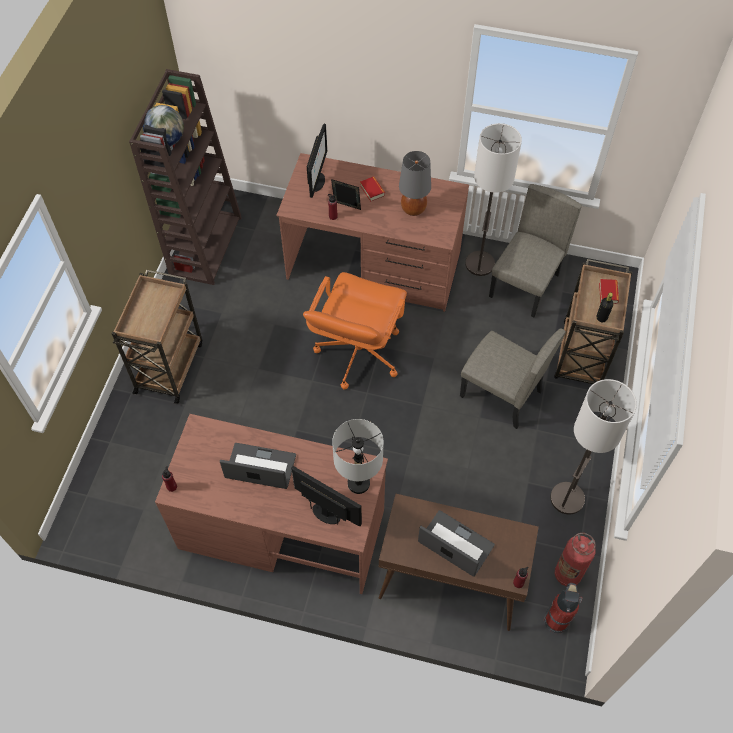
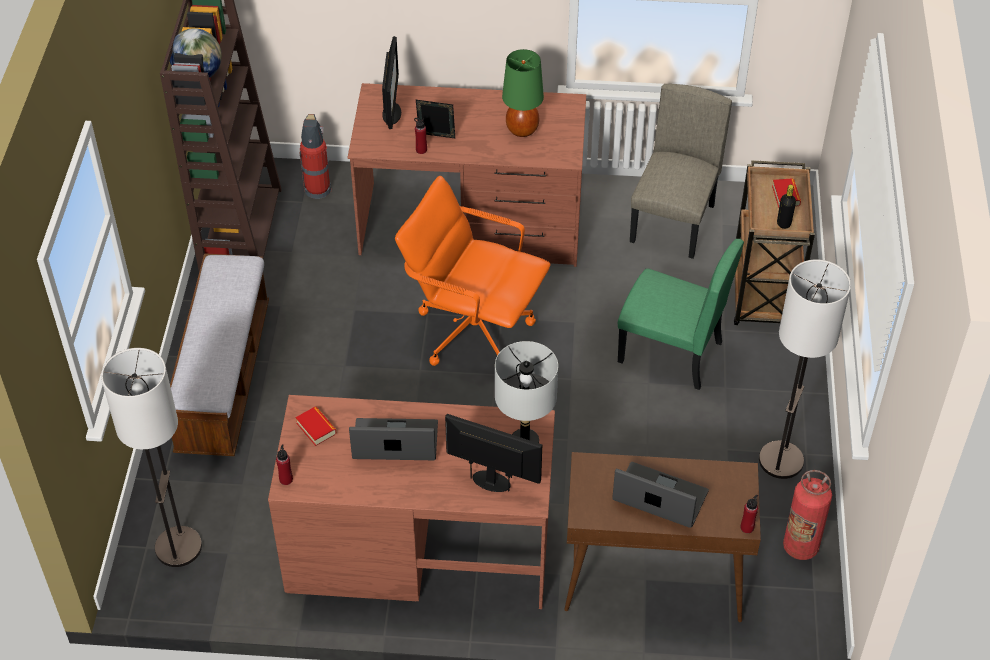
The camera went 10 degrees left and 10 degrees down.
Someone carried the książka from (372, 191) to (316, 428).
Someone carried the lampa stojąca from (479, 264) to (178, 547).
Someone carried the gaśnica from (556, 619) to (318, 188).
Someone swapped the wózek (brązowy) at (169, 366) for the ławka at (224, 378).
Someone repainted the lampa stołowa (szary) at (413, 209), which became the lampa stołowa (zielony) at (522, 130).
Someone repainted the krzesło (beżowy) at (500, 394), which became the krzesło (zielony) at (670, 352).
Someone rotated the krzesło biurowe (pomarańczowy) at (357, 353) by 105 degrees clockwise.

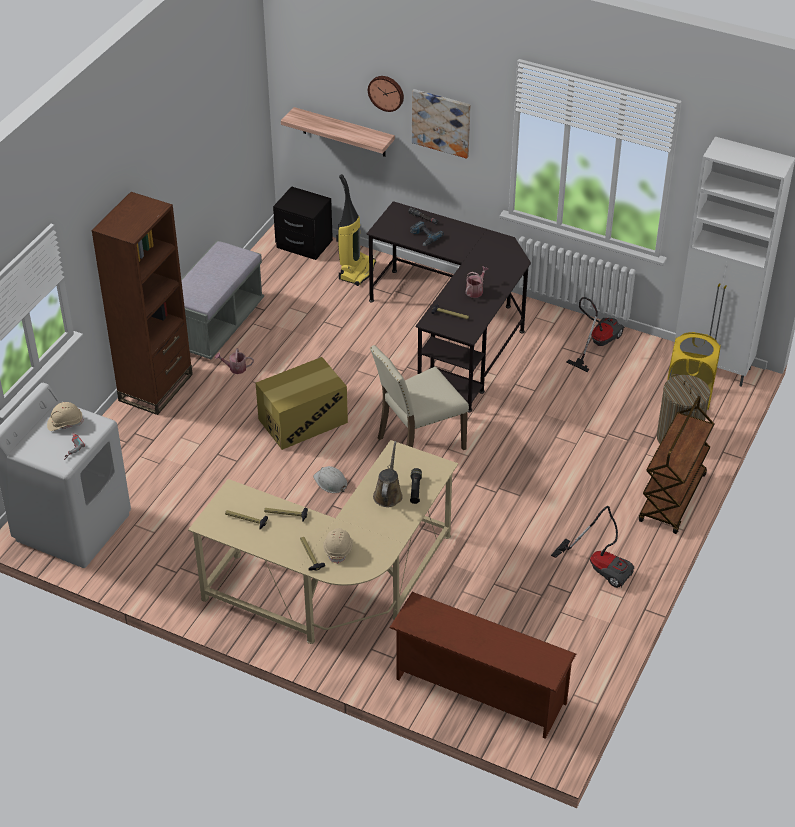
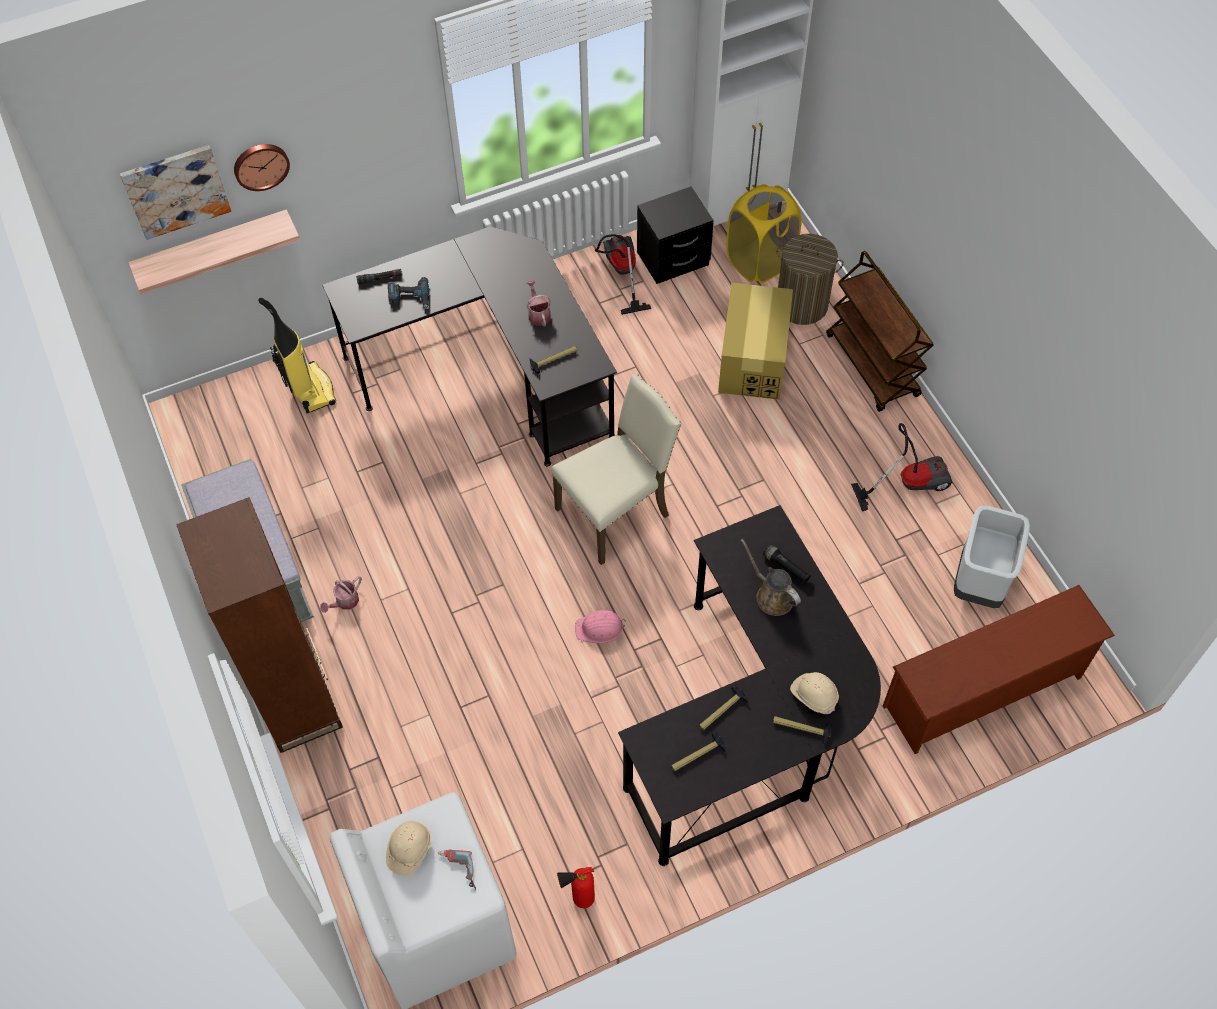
The camera went 50 degrees left and 15 degrees up.
Someone put down the gaśnica at (578, 900).
Someone put down the kosz na śmieci (szary) at (980, 583).
Someone carried the karton from (303, 421) to (753, 359).
Someone carried the szafka nocna (czarny) from (303, 245) to (673, 260).
Someone carried the obraz from (441, 122) to (176, 190).
Someone repainted the biurko (beżowy) at (337, 588), which became the biurko (czarny) at (752, 724).
Someone repainted the kask (biały) at (330, 482), which became the kask (różowy) at (599, 628).
Someone rotated the krzesło (beżowy) at (418, 442) by 135 degrees counterclockwise.

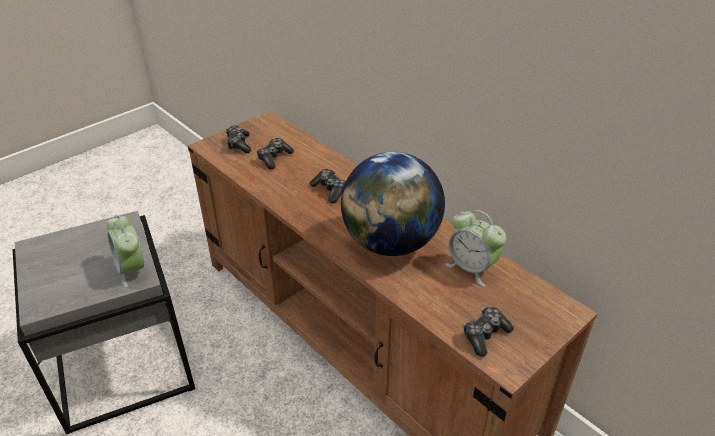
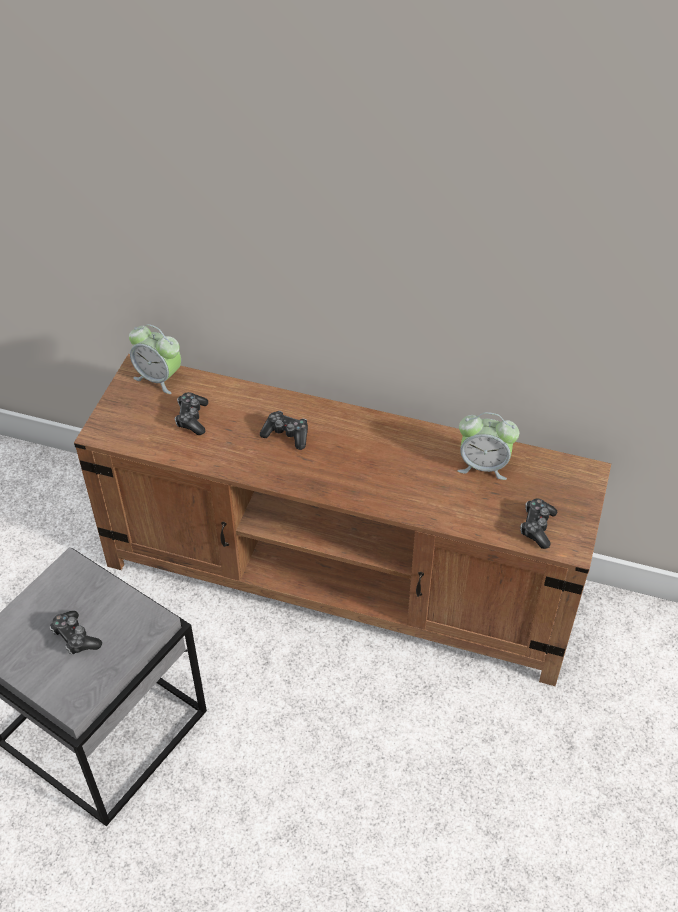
The camera went 30 degrees left and 10 degrees up.
Someone took away the globus at (390, 243).
Someone carried the budzik from (132, 270) to (159, 378).
Someone carried the pad do gier from (239, 144) to (75, 637).

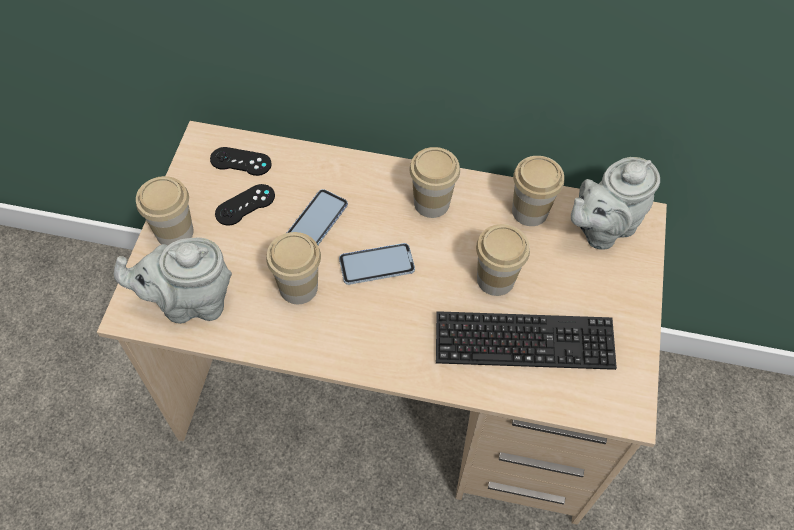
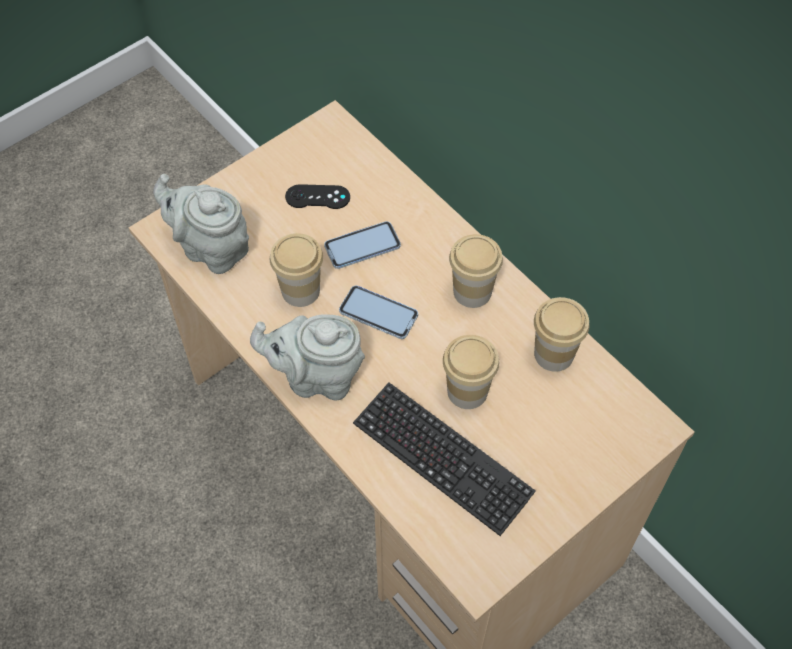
The camera went 40 degrees right and 0 degrees up.
Someone took away the filiżanka at (174, 232).
Someone took away the pad do gier (czarny) at (240, 161).
Someone carried the imbryk (szary) from (602, 228) to (317, 377).

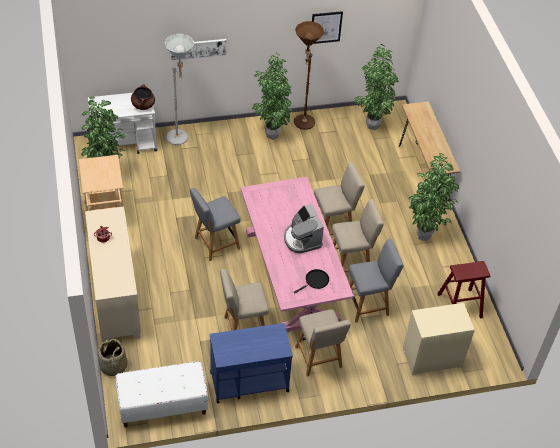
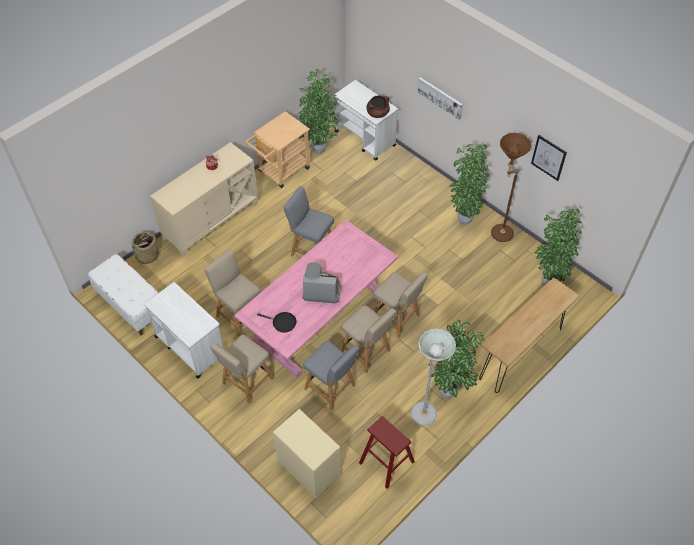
The camera went 60 degrees right and 5 degrees up.
Someone carried the lampa stojąca (szary) from (181, 139) to (424, 419).
Someone repainted the wózek (niebieski) at (248, 381), which became the wózek (biały) at (190, 346).
Someone rotated the ekspres do kawy at (302, 239) by 60 degrees clockwise.

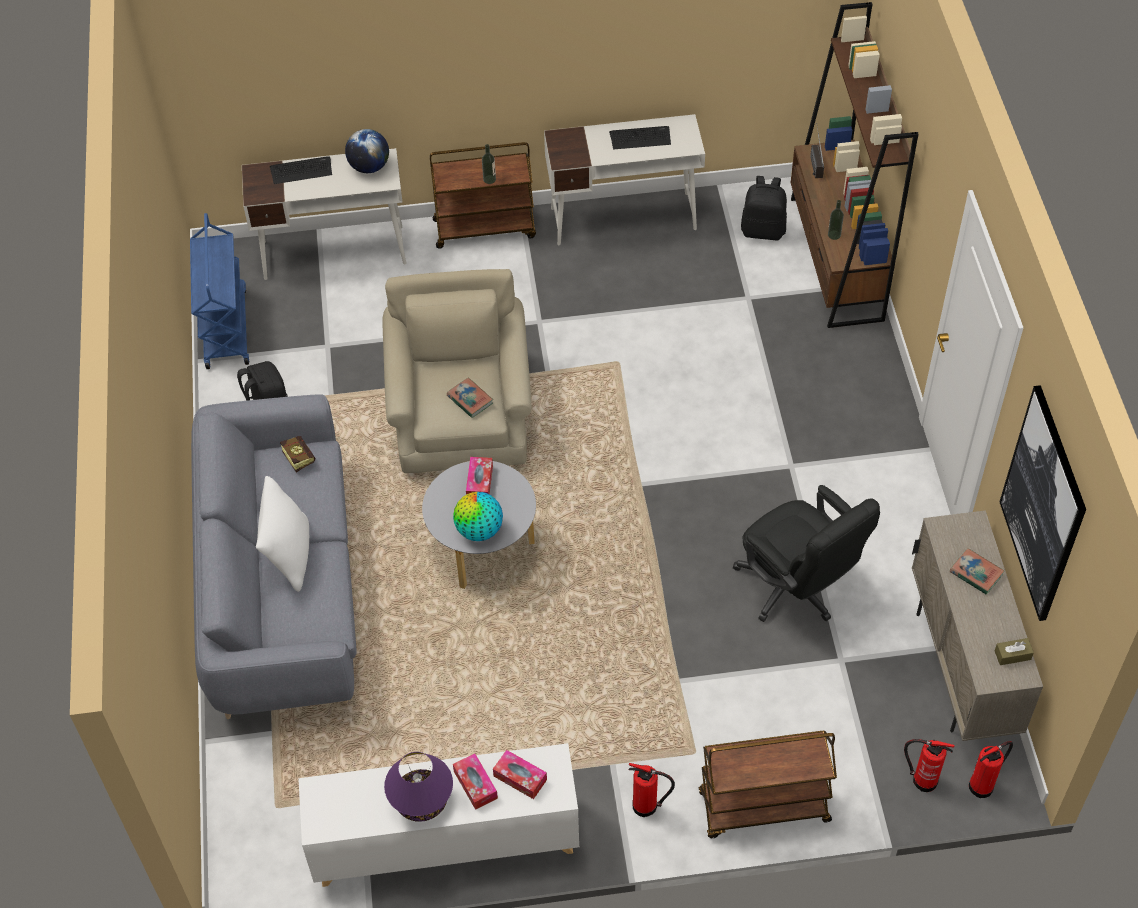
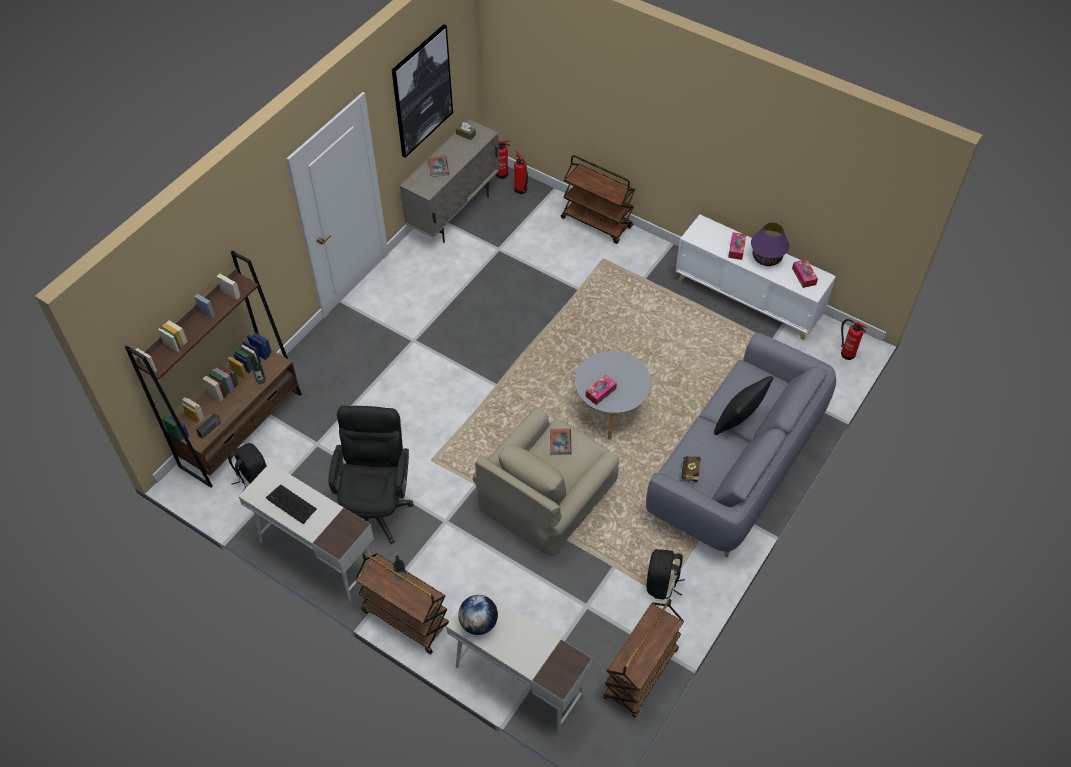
The camera went 140 degrees left and 0 degrees up.
Someone took away the klawiatura at (301, 170).
Someone took away the globus at (479, 530).
Someone carried the pudełko chusteczek from (520, 778) to (804, 276).
Someone carried the gaśnica from (647, 806) to (847, 353).
Someone carried the krzesło biurowe (czarny) from (796, 590) to (376, 505).
Someone repainted the wózek (niebieski) at (225, 327), which became the wózek (brązowy) at (641, 674).
Someone repainted the poduszka (biały) at (289, 556), which became the poduszka (czarny) at (738, 421).

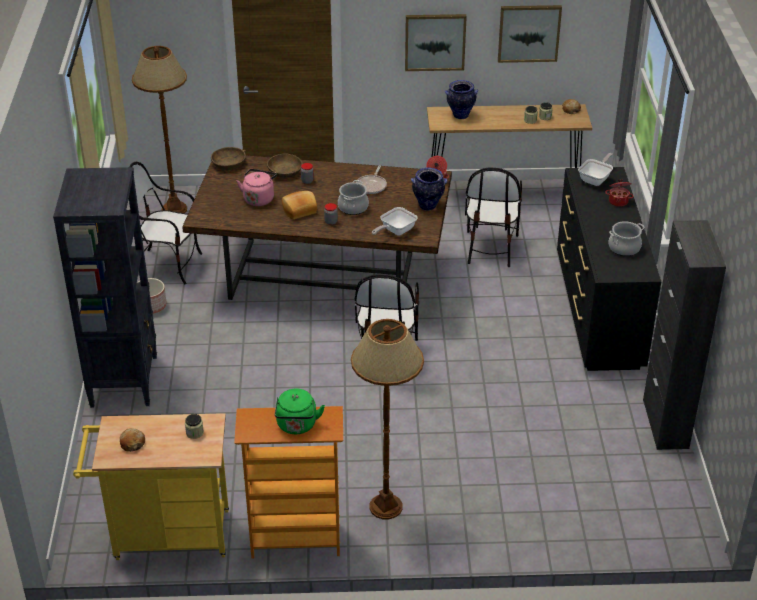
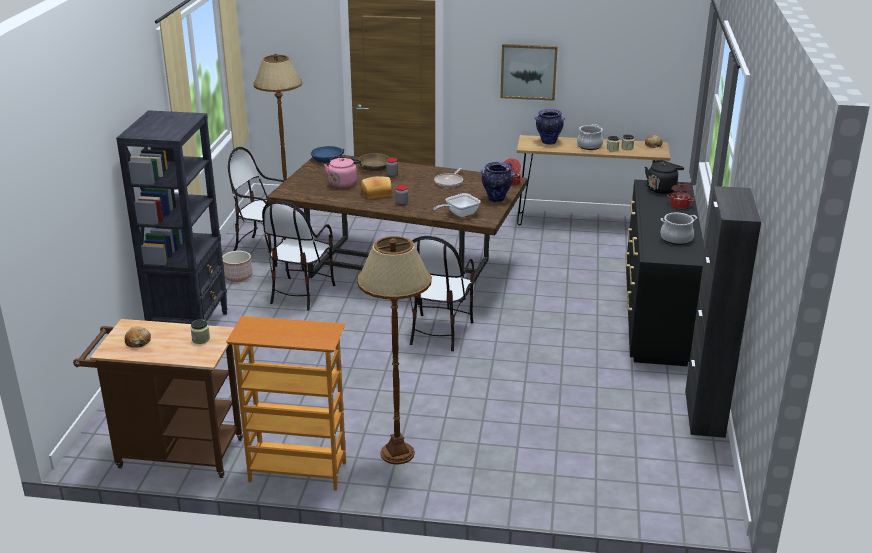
The camera went 10 degrees right and 10 degrees down.
Someone took away the czajnik (zielony) at (297, 426).
Someone took away the obraz at (529, 33).
Someone carried the garnek from (353, 207) to (589, 146).
Someone carried the krzesło from (490, 248) to (301, 293).
Someone swapped the patelnia at (596, 179) for the czajnik (czarny) at (662, 189).
Someone repainted the wózek (żółty) at (164, 536), which became the wózek (brązowy) at (172, 453).
Someone repainted the miska (brązowy) at (229, 163), which became the miska (niebieski) at (327, 159).

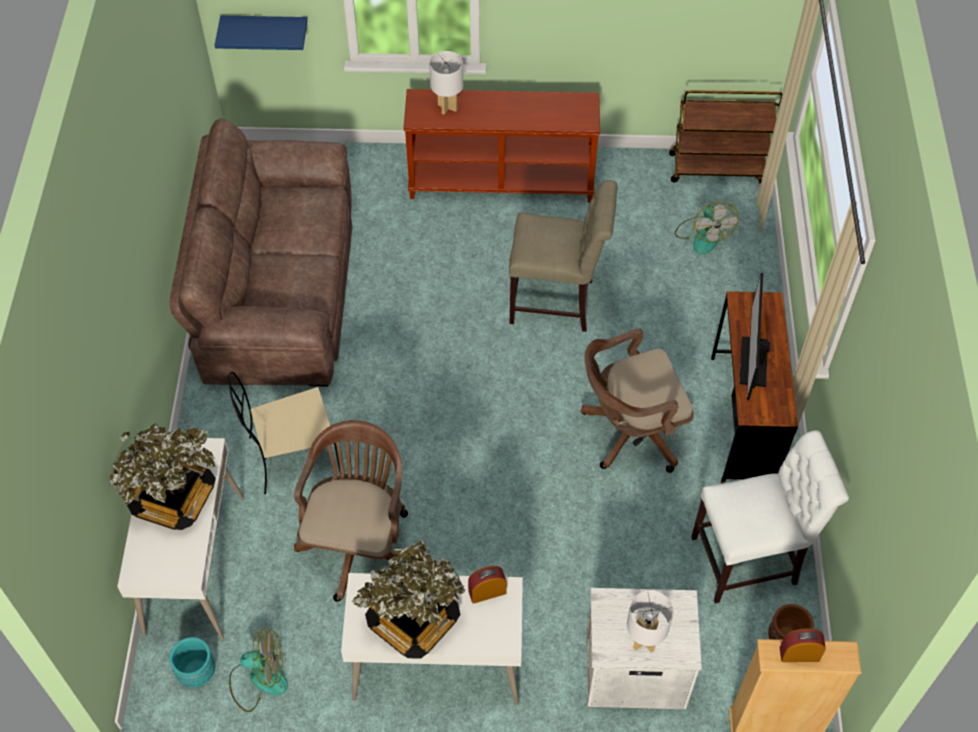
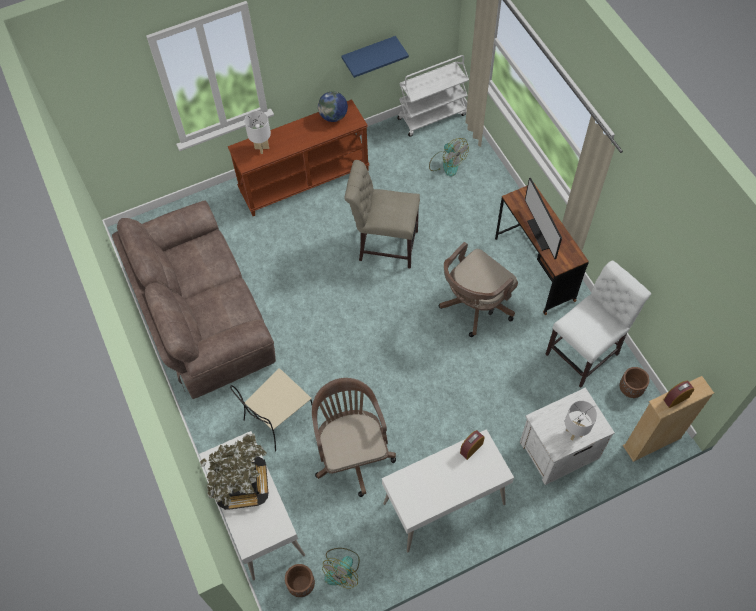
The camera went 25 degrees left and 5 degrees up.
Someone took away the roślina doniczkowa at (413, 620).
Someone put down the globus at (333, 116).
Someone carried the półka (niebieski) from (266, 29) to (368, 54).
Someone repainted the donica (turkusowy) at (197, 672), which became the donica (brązowy) at (301, 584).
Someone repainted the wózek (brązowy) at (718, 168), which became the wózek (biały) at (432, 116).
Someone rotated the wentylator at (259, 679) by 150 degrees clockwise.
Someone rotated the krzesło (beżowy) at (557, 302) by 150 degrees counterclockwise.

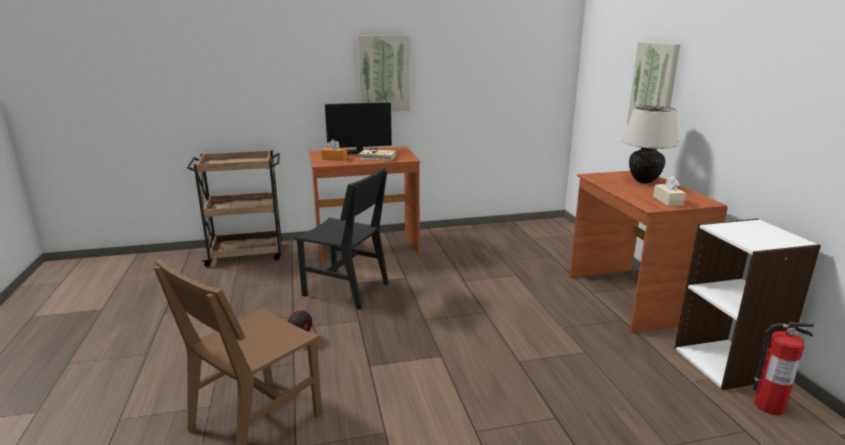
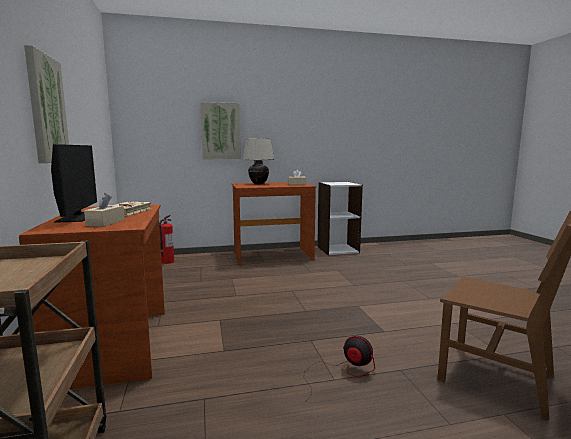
The camera went 90 degrees left and 10 degrees down.
Someone took away the krzesło (czarny) at (346, 290).
Someone carried the gaśnica from (768, 405) to (167, 261).
Someone repainted the pudełko chusteczek (pomarańczowy) at (334, 158), which became the pudełko chusteczek (beżowy) at (105, 223).

